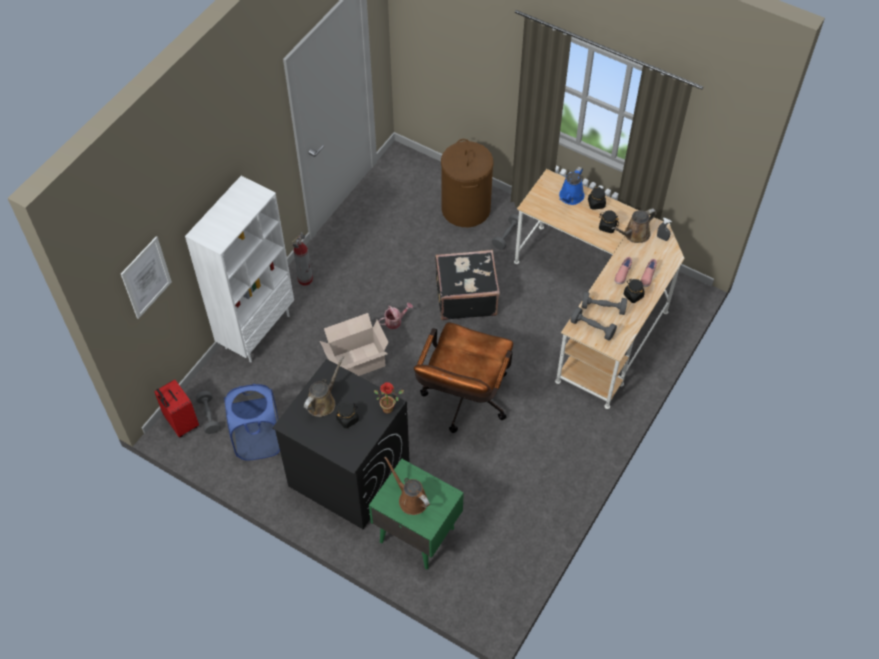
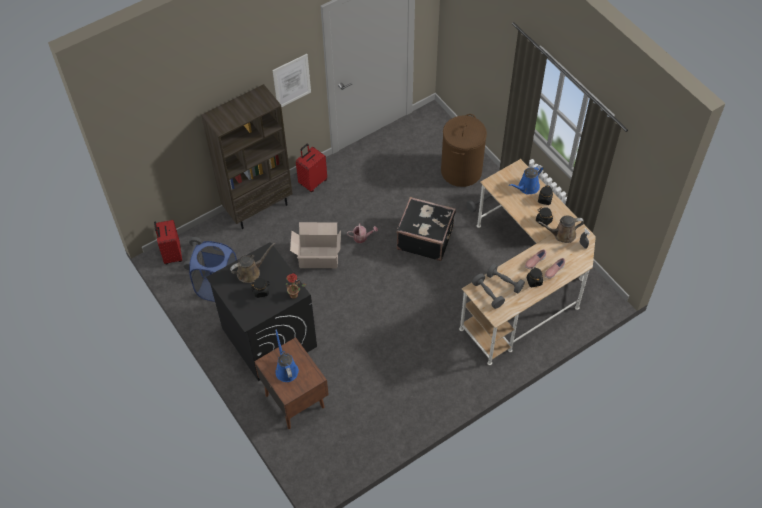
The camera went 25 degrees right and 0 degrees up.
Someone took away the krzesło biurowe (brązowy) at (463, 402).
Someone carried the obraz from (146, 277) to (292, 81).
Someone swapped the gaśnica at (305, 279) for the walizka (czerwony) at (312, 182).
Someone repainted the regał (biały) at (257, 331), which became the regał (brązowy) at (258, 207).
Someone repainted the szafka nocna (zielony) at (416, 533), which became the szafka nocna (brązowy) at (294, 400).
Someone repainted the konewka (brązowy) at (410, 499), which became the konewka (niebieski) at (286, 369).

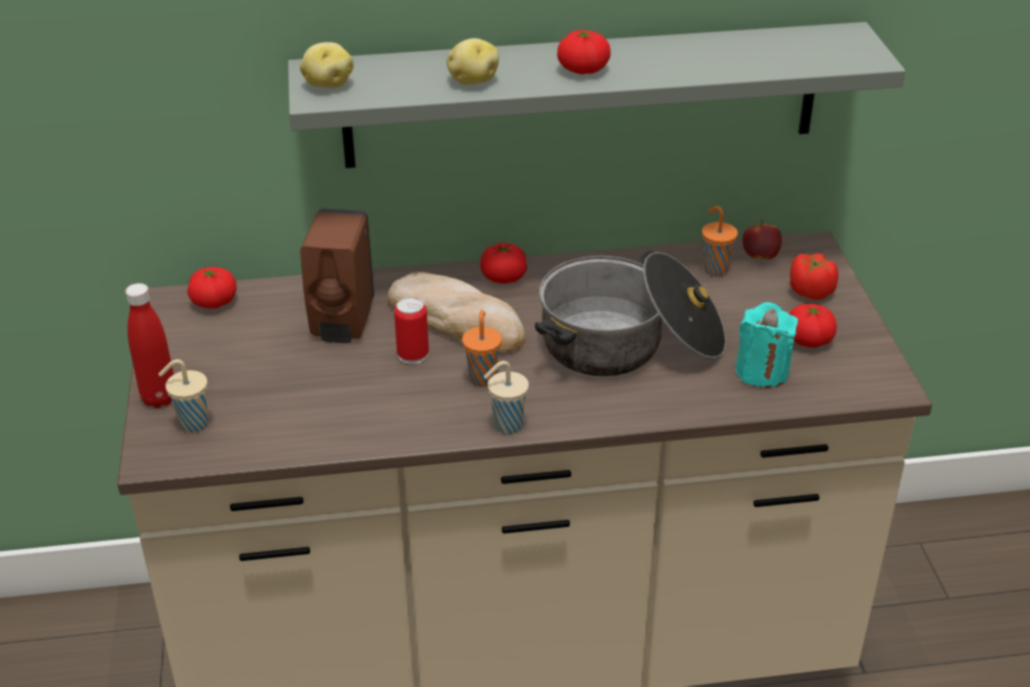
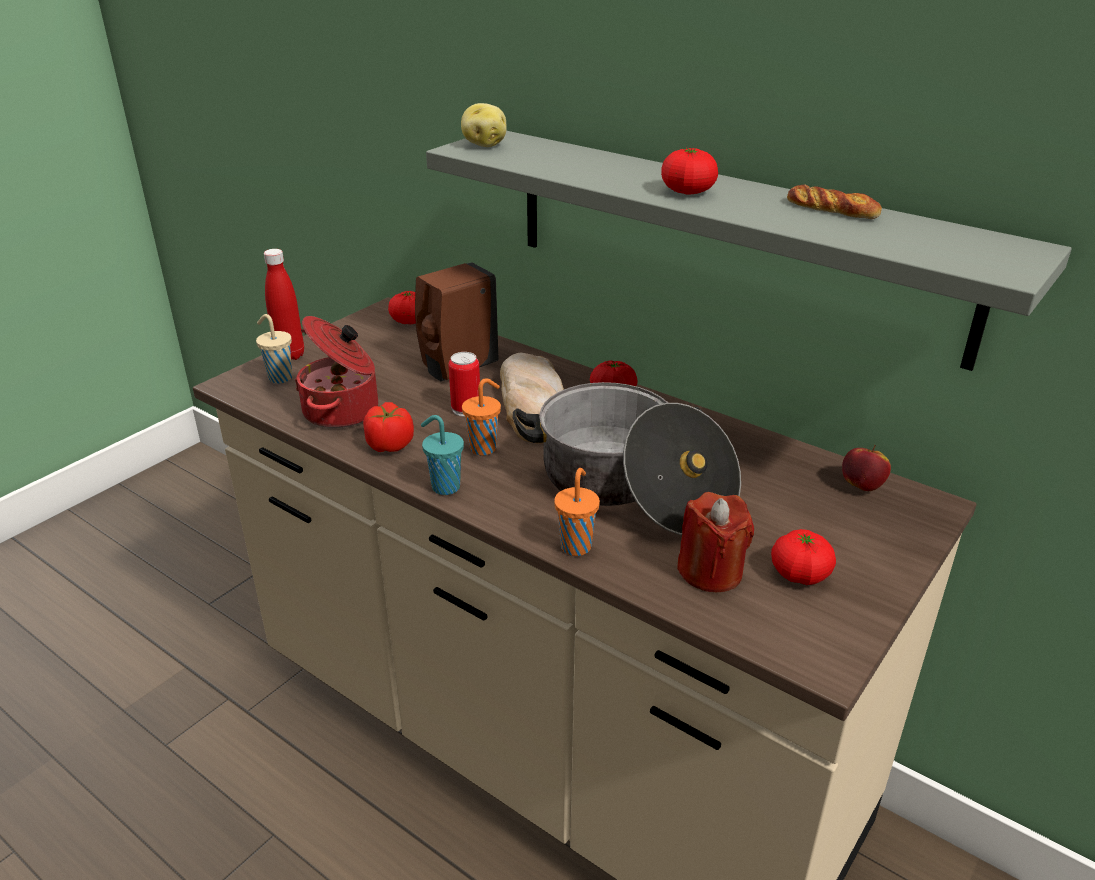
The camera went 45 degrees right and 5 degrees down.
Someone took away the ziemniak at (472, 81).
Someone put down the garnek at (343, 411).
Someone put down the chleb at (832, 210).
Someone carried the filiżanka (pomarańczowy) from (714, 269) to (576, 545).
Someone carried the pomidor from (810, 291) to (390, 444).
Someone repainted the filiżanka (beżowy) at (506, 425), which became the filiżanka (turkusowy) at (444, 487).
Someone repainted the świeca (turkusowy) at (762, 371), which became the świeca (czerwony) at (711, 572).

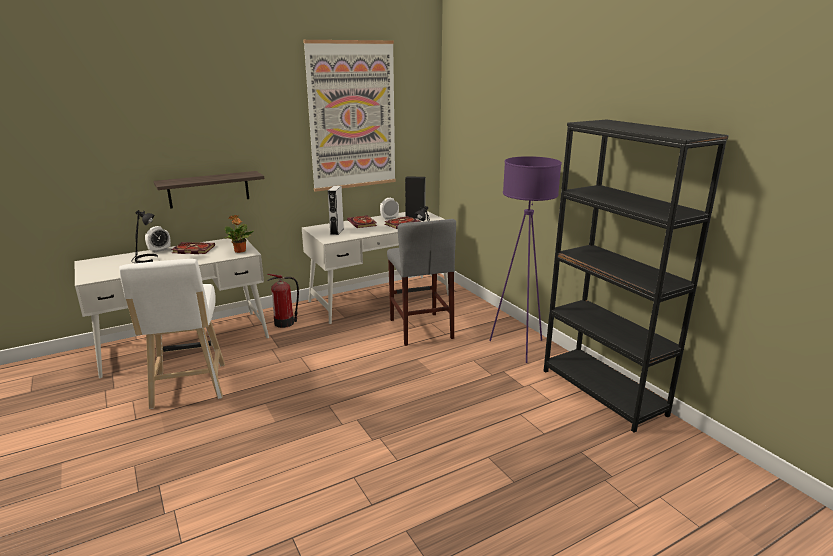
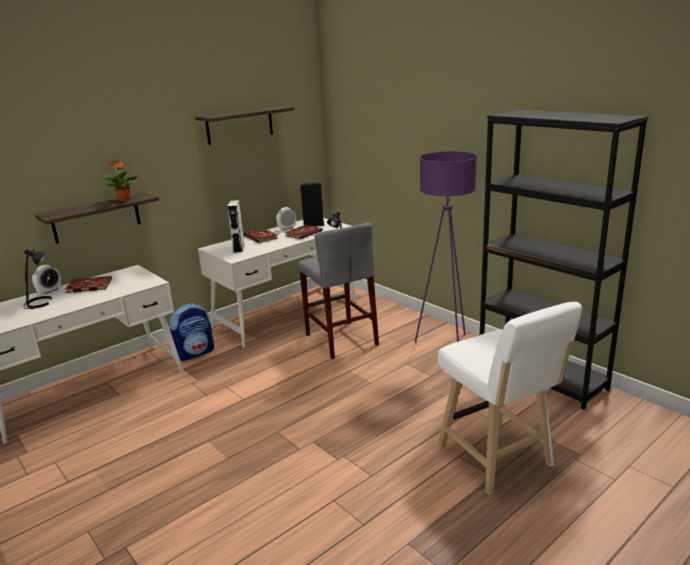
The camera went 10 degrees left and 0 degrees up.
Someone carried the stołek (biały) from (188, 388) to (498, 460).
Someone carried the roślina doniczkowa from (240, 251) to (124, 200).
Someone swapped the gaśnica at (285, 323) for the plecak at (195, 353).
Someone swapped the obraz at (352, 116) for the półka at (240, 125).

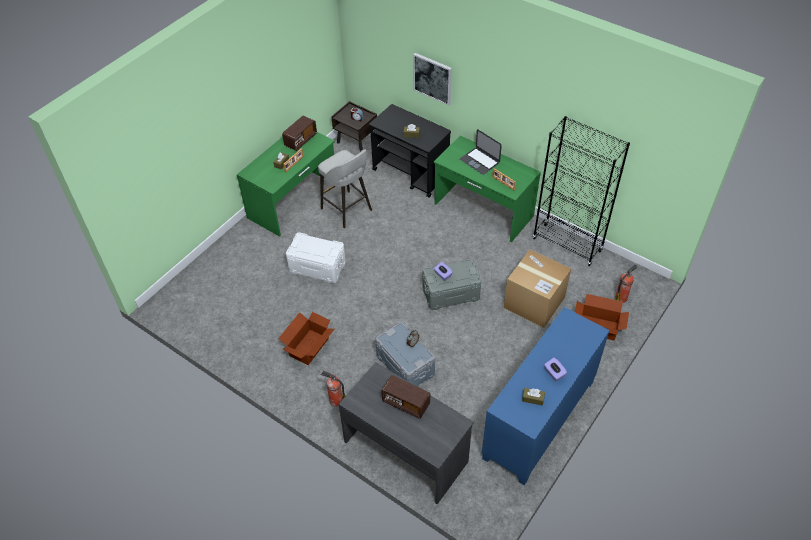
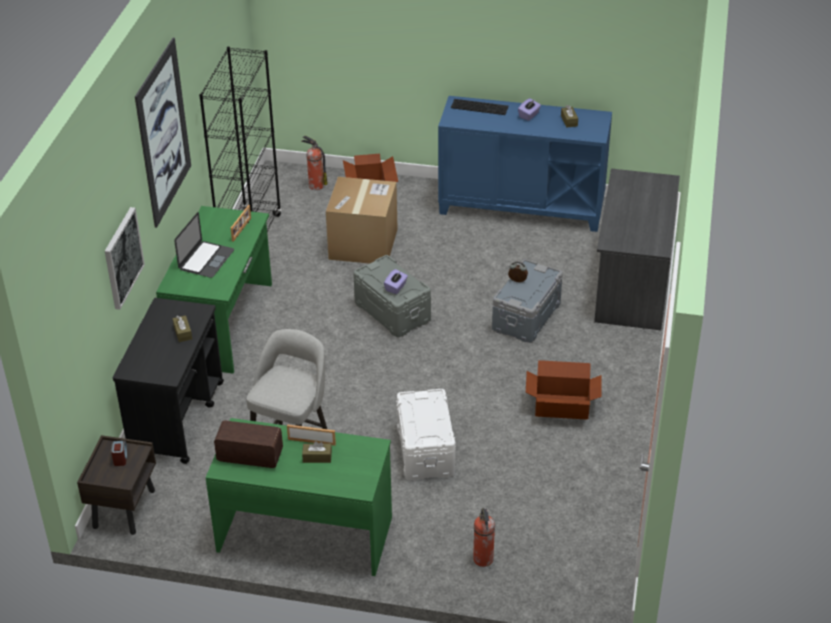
The camera went 115 degrees left and 10 degrees down.
Someone took away the radio at (406, 403).
Someone put up the obraz at (163, 133).
Someone put down the klawiatura at (480, 106).
Someone carried the gaśnica from (335, 400) to (483, 560).

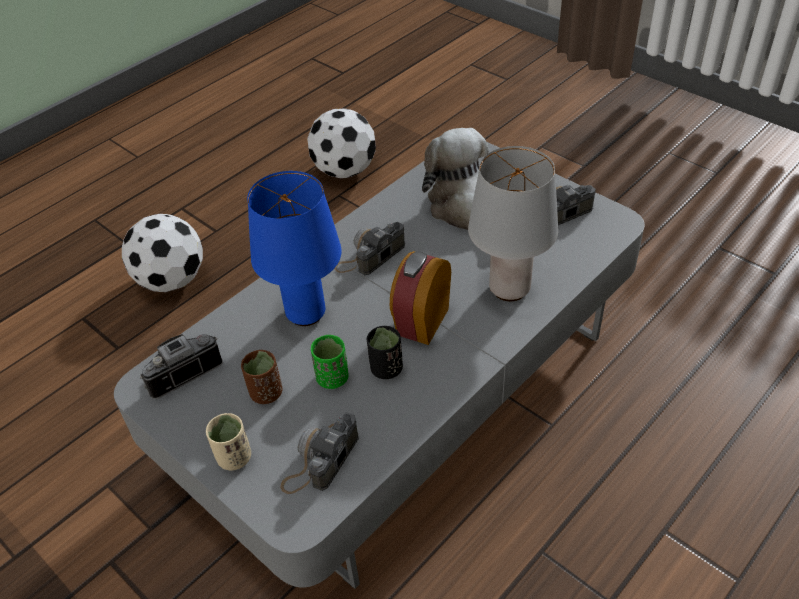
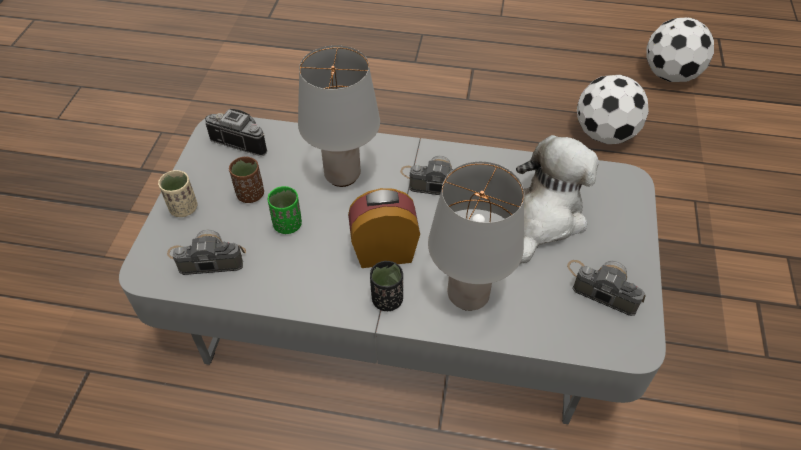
The camera went 55 degrees right and 5 degrees up.
Someone carried the piłka futbolowa from (172, 279) to (670, 74).
Someone carried the filiżanka (czarny) from (386, 369) to (387, 300).
Someone repainted the lampa stołowa (niebieski) at (305, 313), which became the lampa stołowa (szary) at (343, 174).

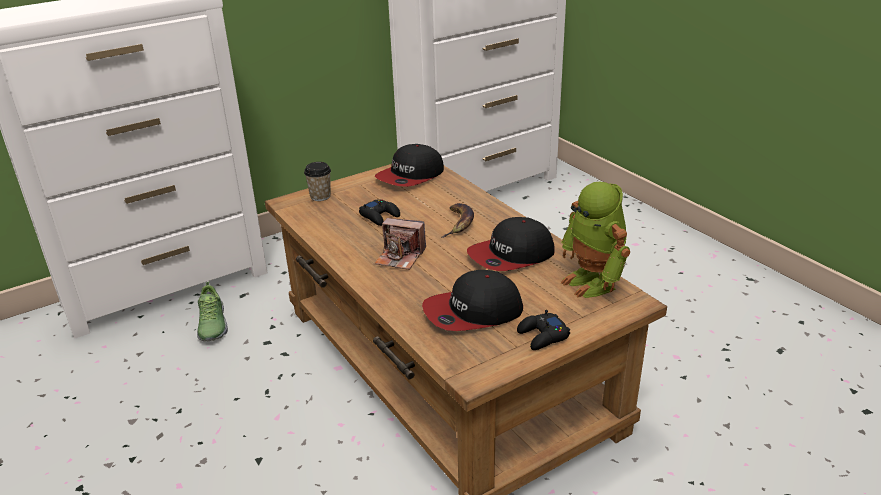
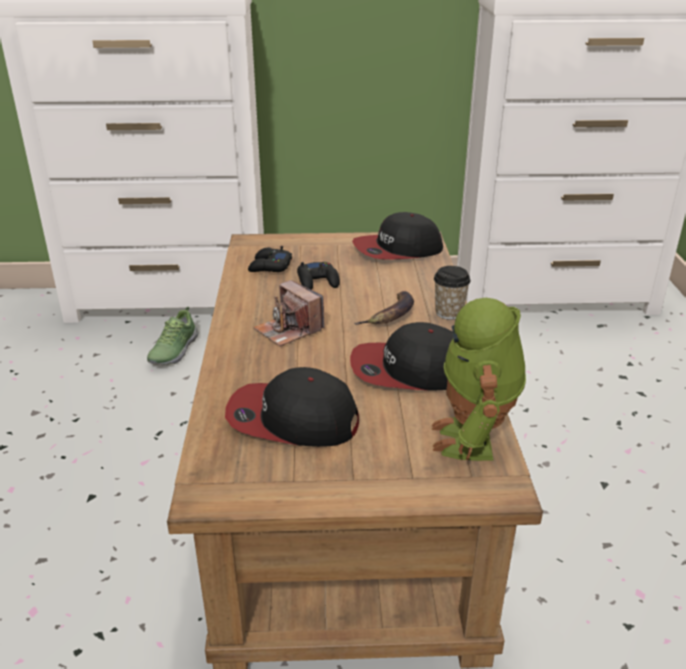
The camera went 30 degrees right and 0 degrees up.
Someone carried the filiżanka from (320, 196) to (449, 313).
Someone carried the pad do gier (czarny) from (542, 336) to (269, 266).

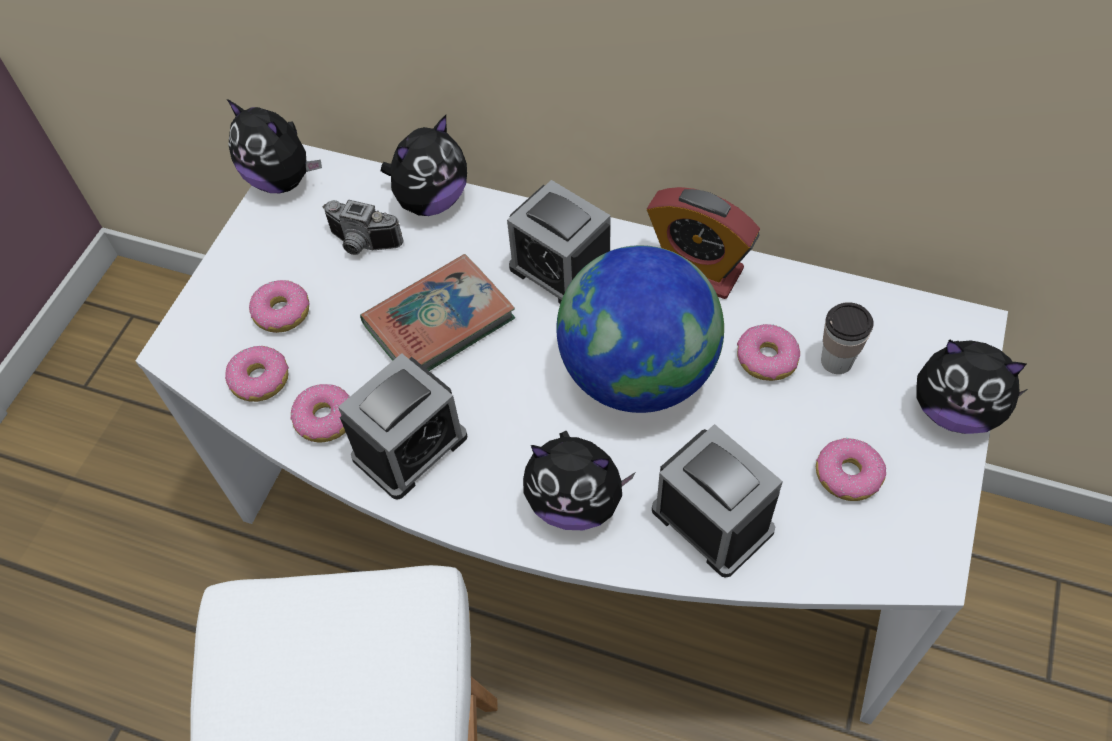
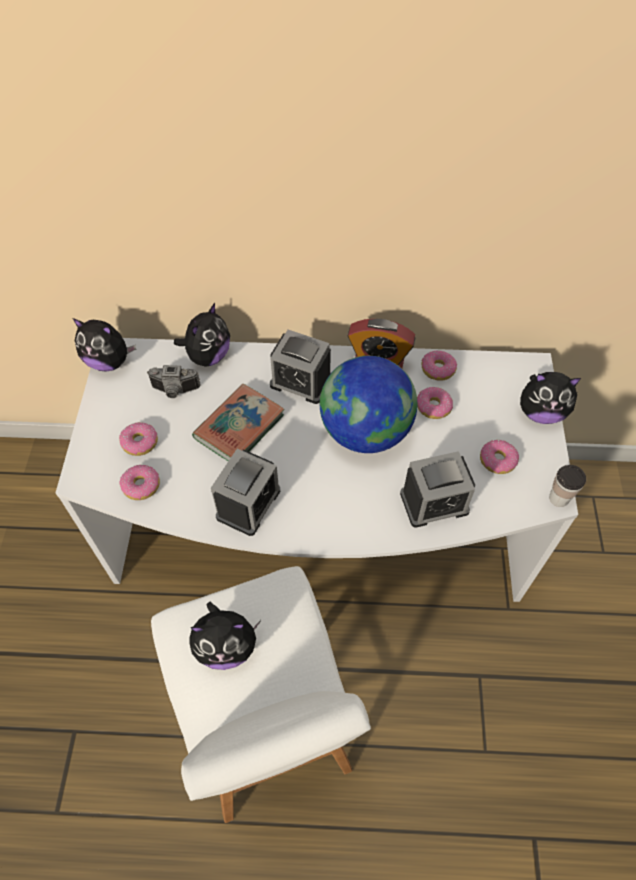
The camera went 20 degrees left and 0 degrees up.
Someone carried the donut from (326, 419) to (438, 369).
Someone carried the pluszak from (575, 502) to (226, 646).
Someone carried the filiżanka from (836, 361) to (558, 498).
Someone rotated the budzik at (712, 520) by 135 degrees clockwise.

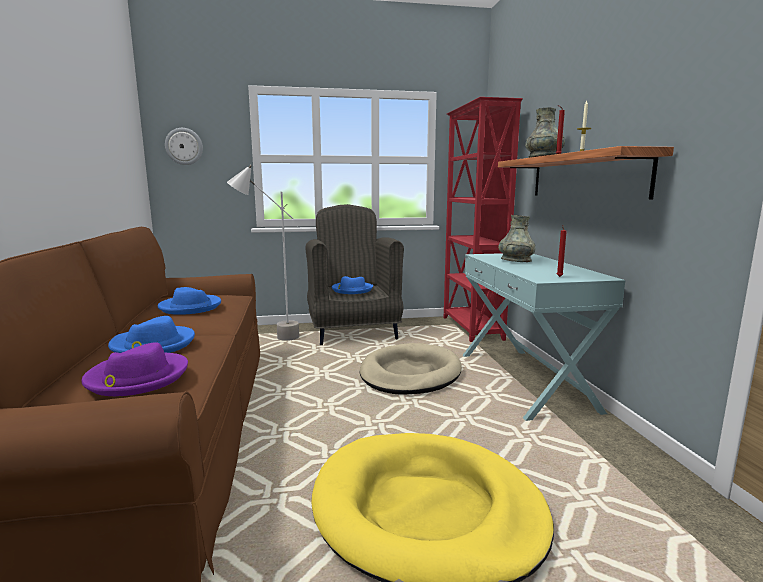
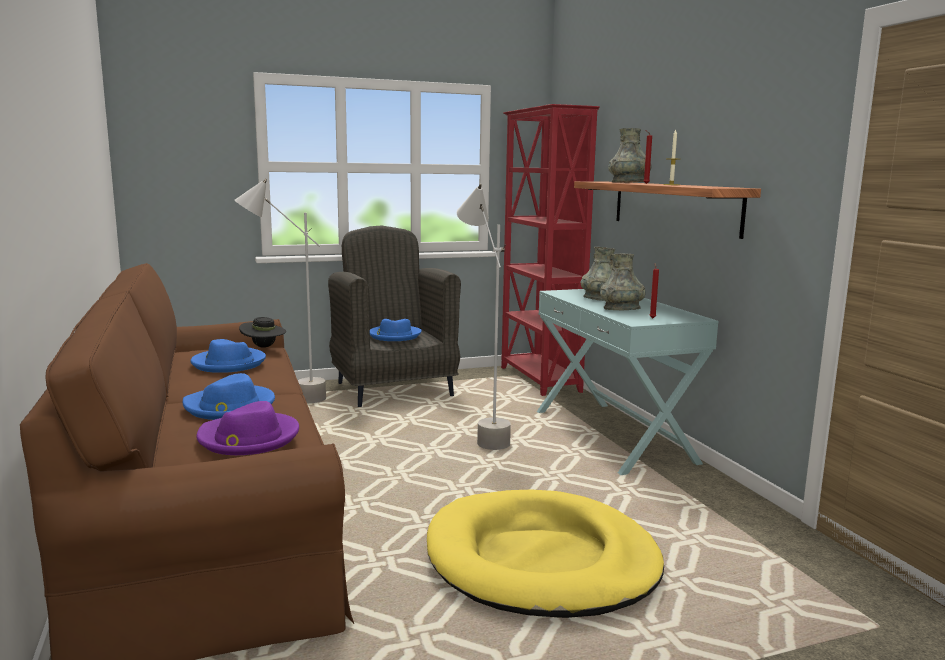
The camera went 10 degrees left and 0 degrees up.
Someone took away the zegar ścienny at (184, 146).
Someone put down the kapelusz (czarny) at (263, 347).
Someone put down the wazon (szary) at (622, 309).
Someone swapped the legowisko (beżowy) at (410, 374) for the lampa stojąca (szary) at (481, 435).

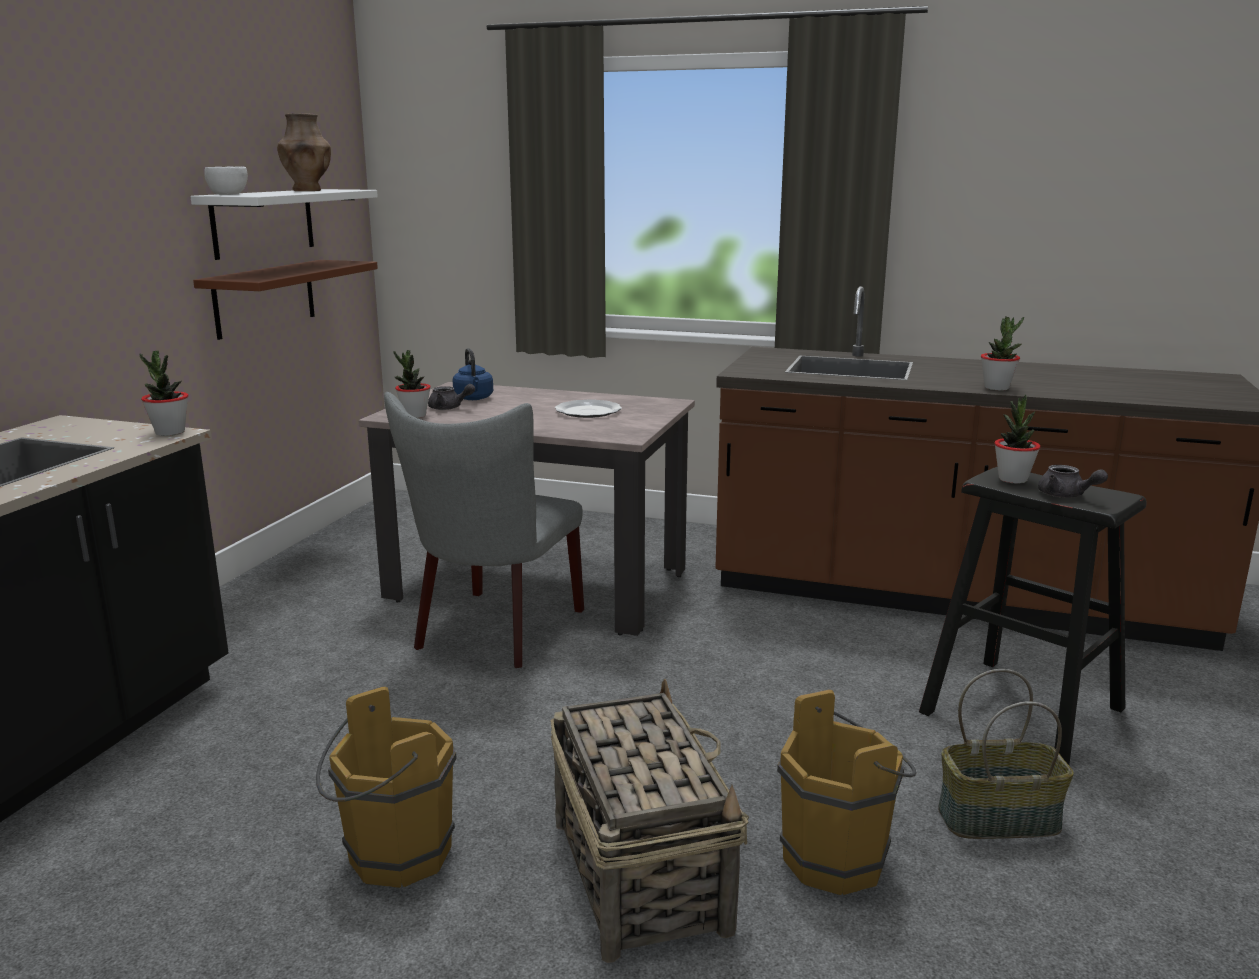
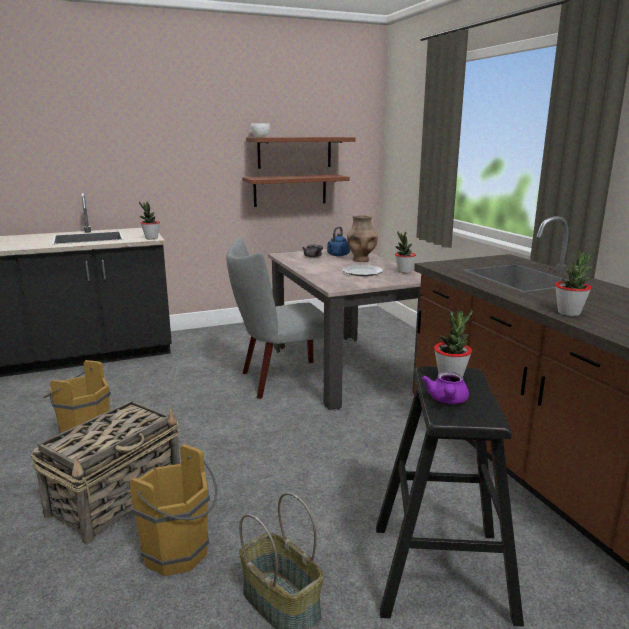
The camera went 50 degrees right and 0 degrees up.
Someone carried the wazon (brązowy) from (307, 190) to (361, 260).
Someone carried the roślina doniczkowa from (414, 416) to (404, 271).
Someone repainted the półka (biały) at (263, 222), which became the półka (brązowy) at (294, 152).
Someone repainted the imbryk (szary) at (1066, 496), which became the imbryk (fioletowy) at (447, 400).

